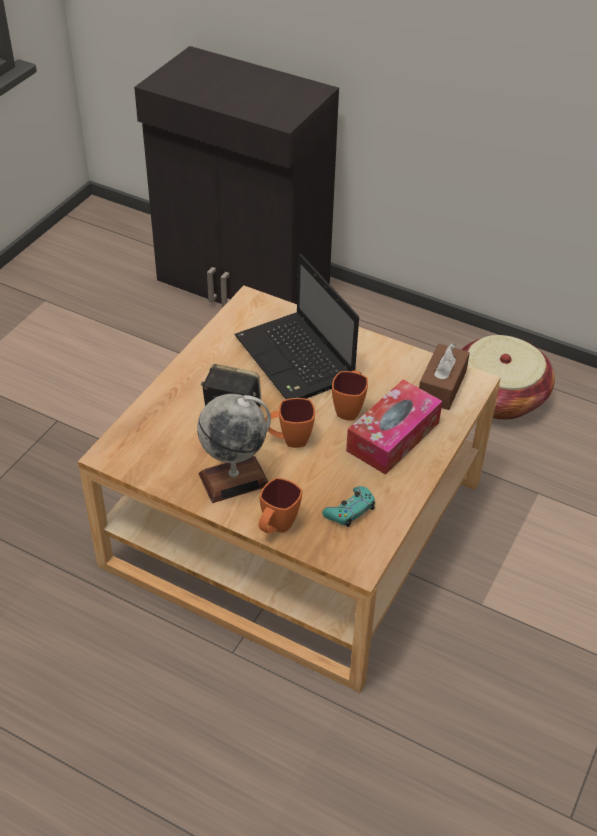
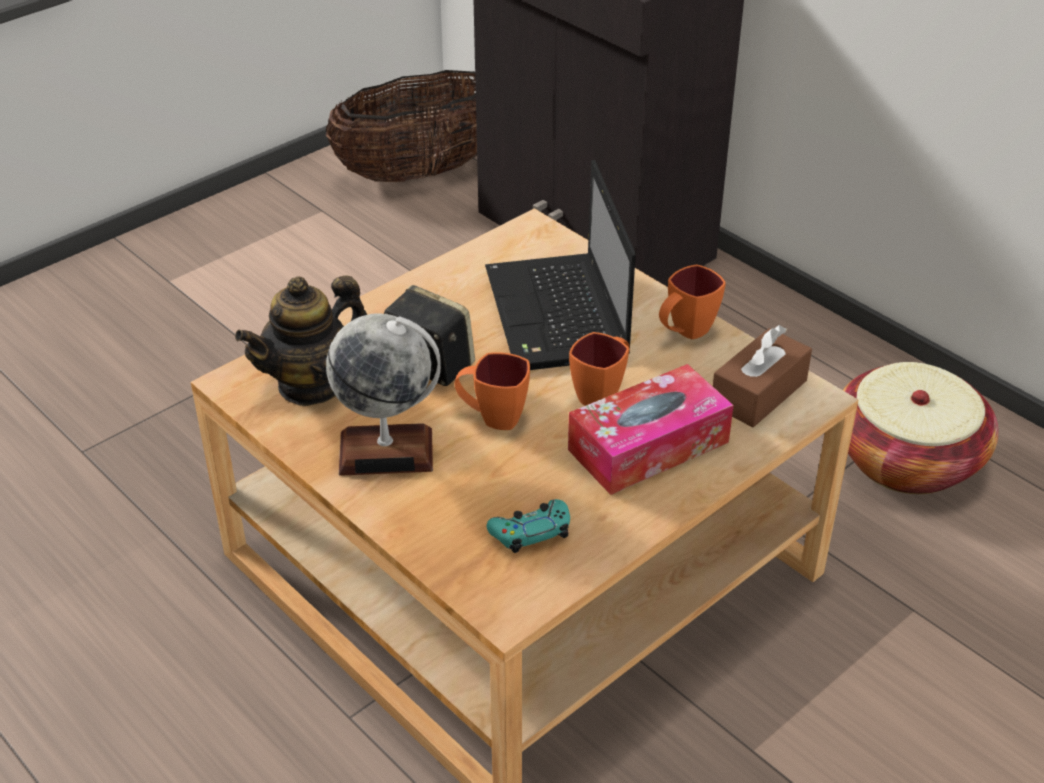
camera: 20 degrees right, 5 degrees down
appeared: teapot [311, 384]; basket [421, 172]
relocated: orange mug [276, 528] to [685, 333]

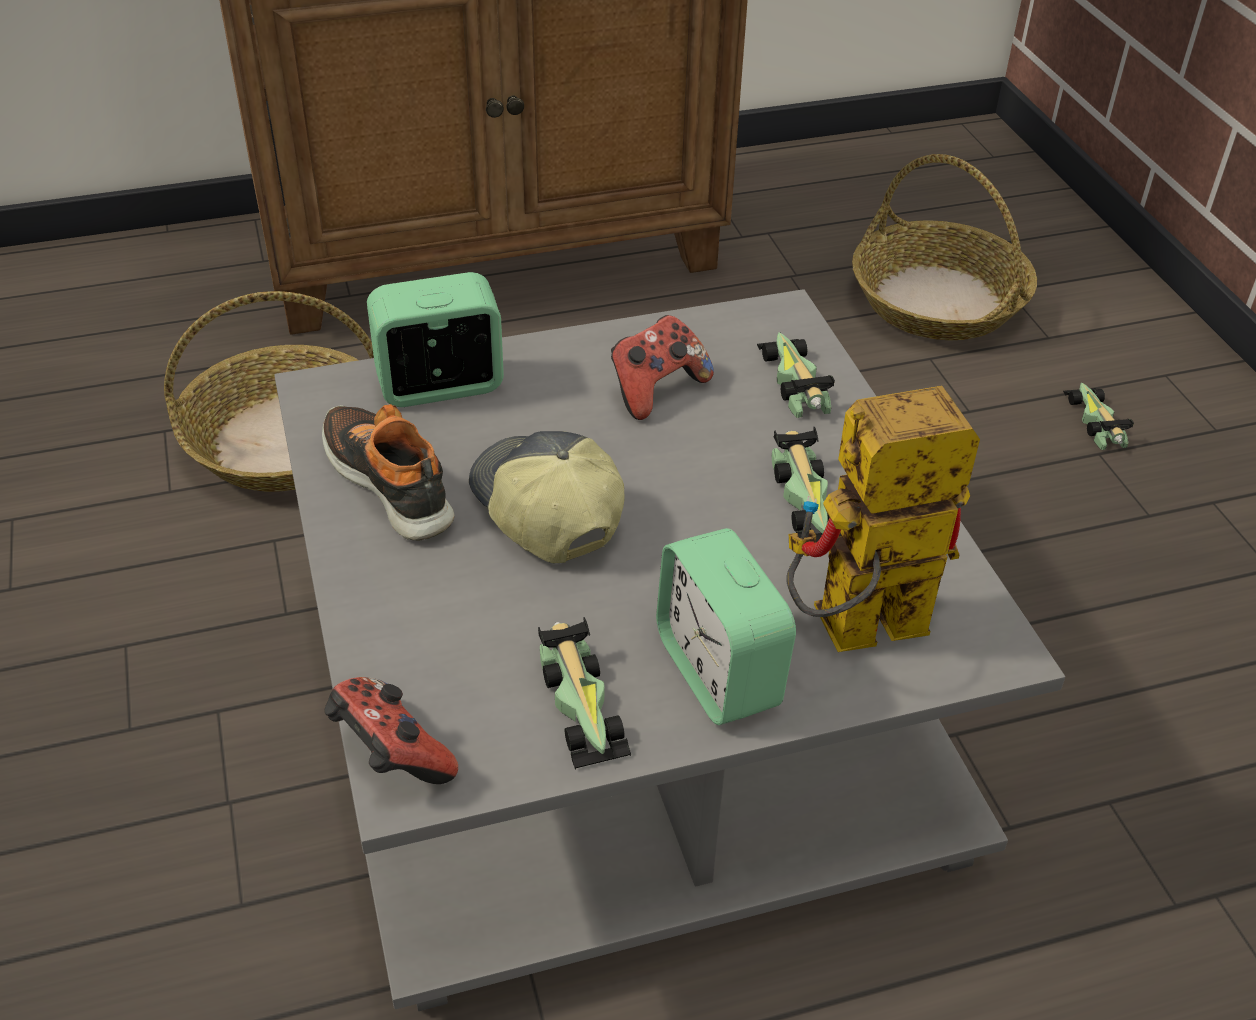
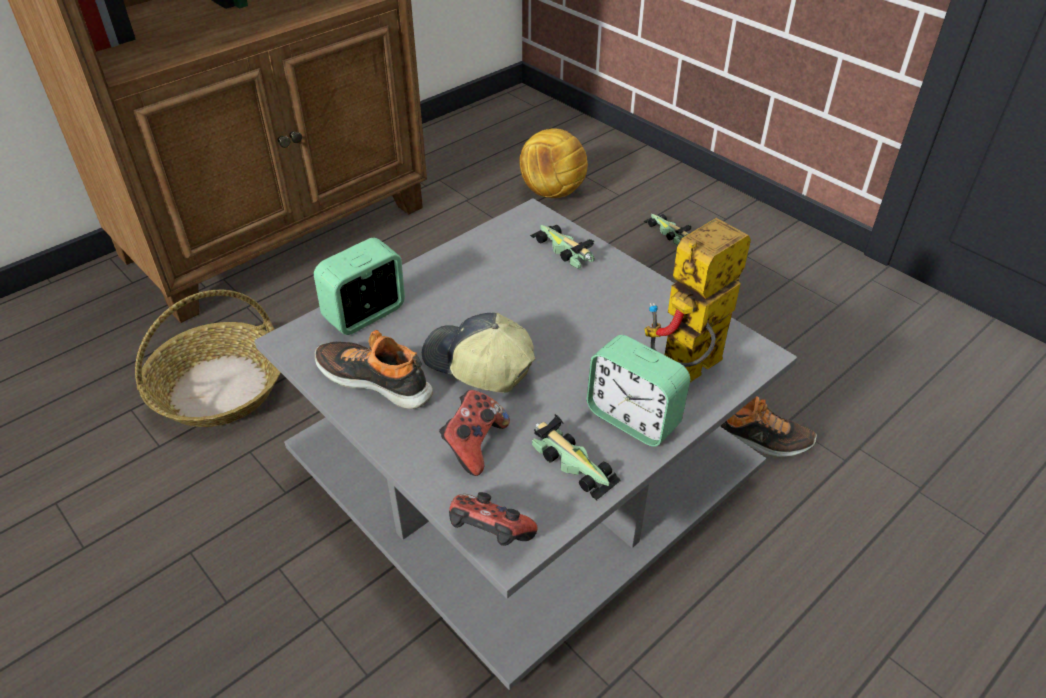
camera: 25 degrees left, 0 degrees up
missing: toy car [804, 495]
appeared: shoe [759, 439]
relocated: game controller [656, 389] to [474, 444]
exchanged: basket [936, 301] to football [551, 192]

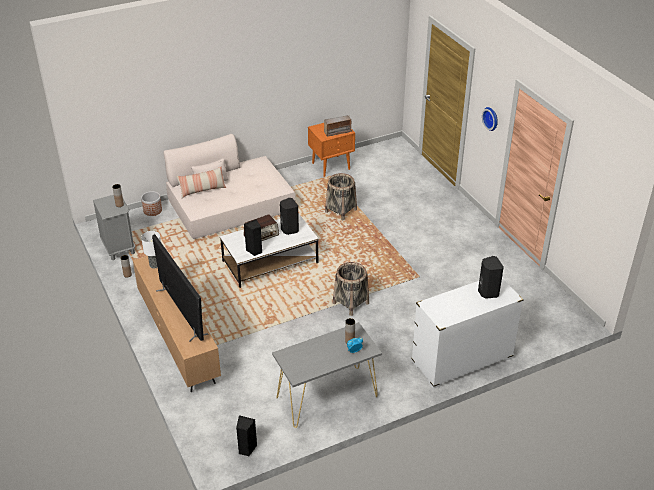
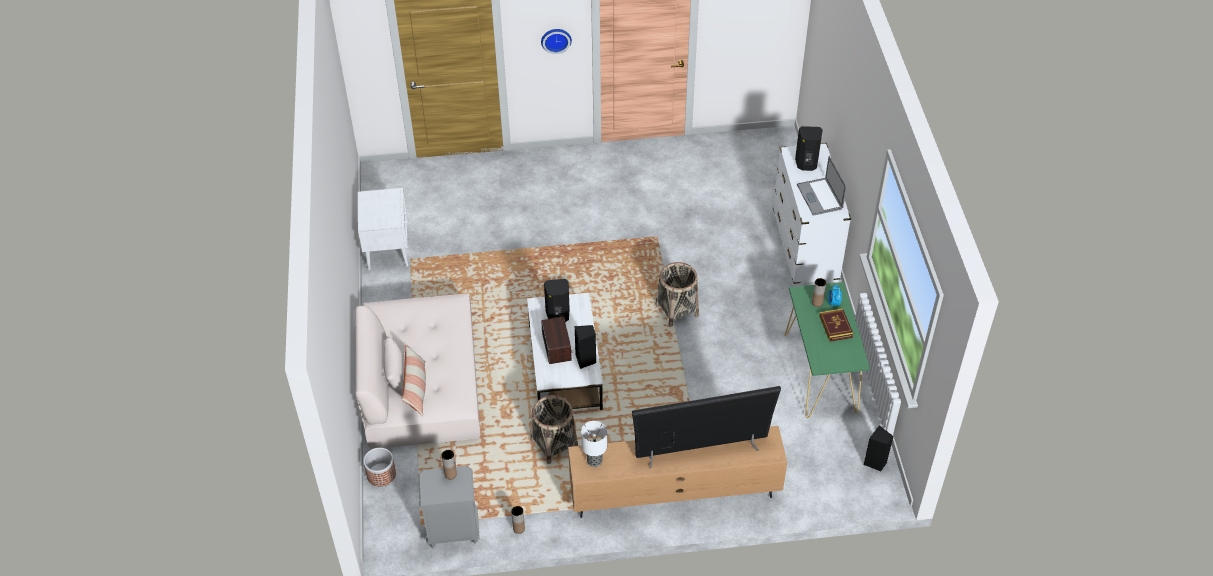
camera: 70 degrees left, 10 degrees up
missing: radio [337, 132]
appeared: laptop [819, 197]; book [835, 326]
relocated: basket [340, 211] to [554, 444]
colour: grey console table [326, 397] to green console table [820, 373]; orange nightstand [331, 166] to white nightstand [388, 251]

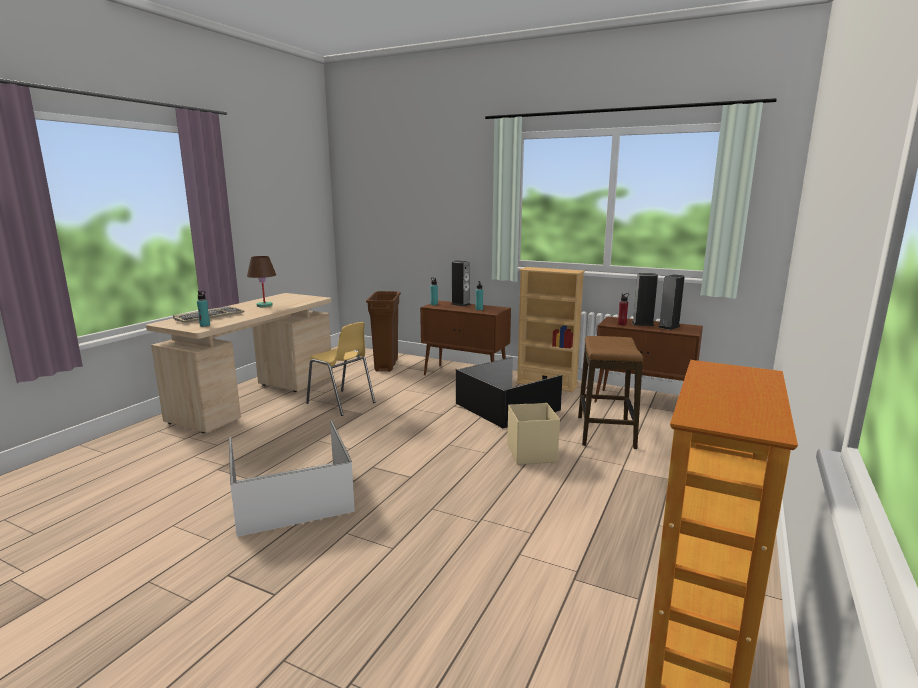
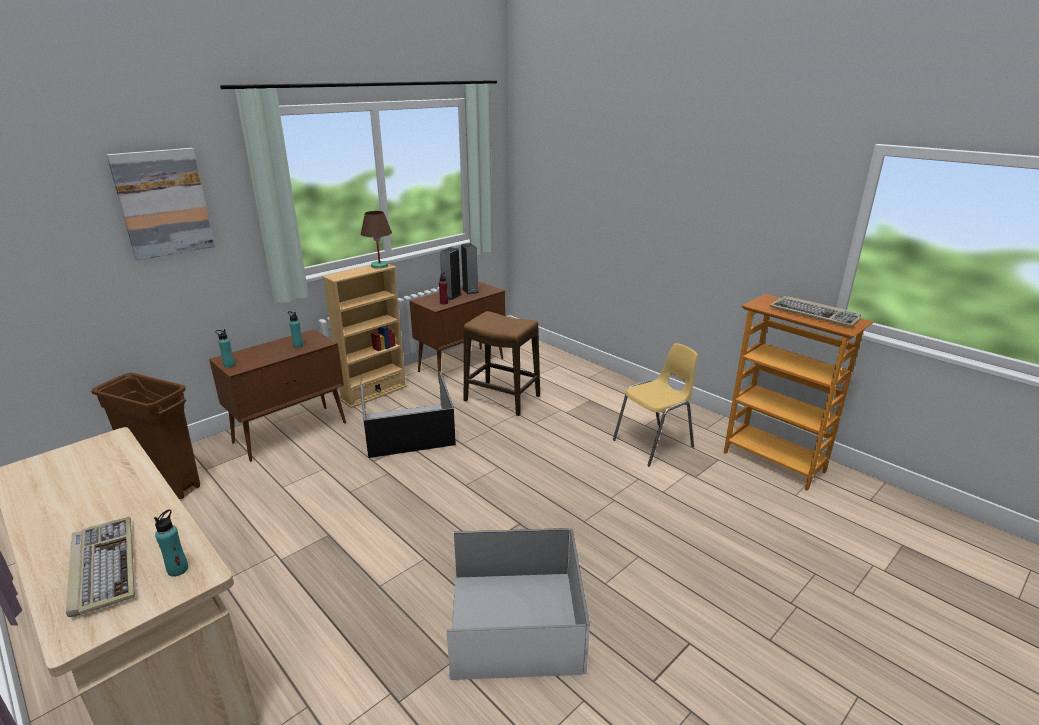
camera: 70 degrees left, 10 degrees up
missing: speaker [460, 304]; beige storage box [531, 453]
appeared: picture [163, 203]; keyboard [815, 314]
relocated: brown table lamp [264, 305] to [379, 266]; yellow chair [341, 403] to [654, 444]

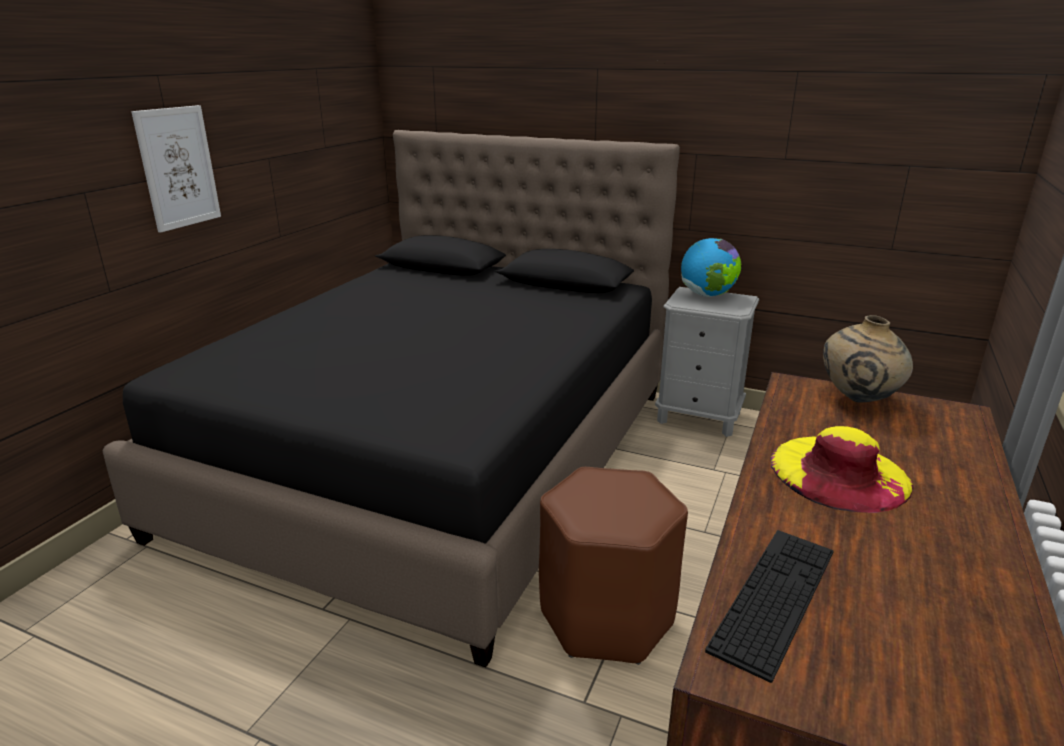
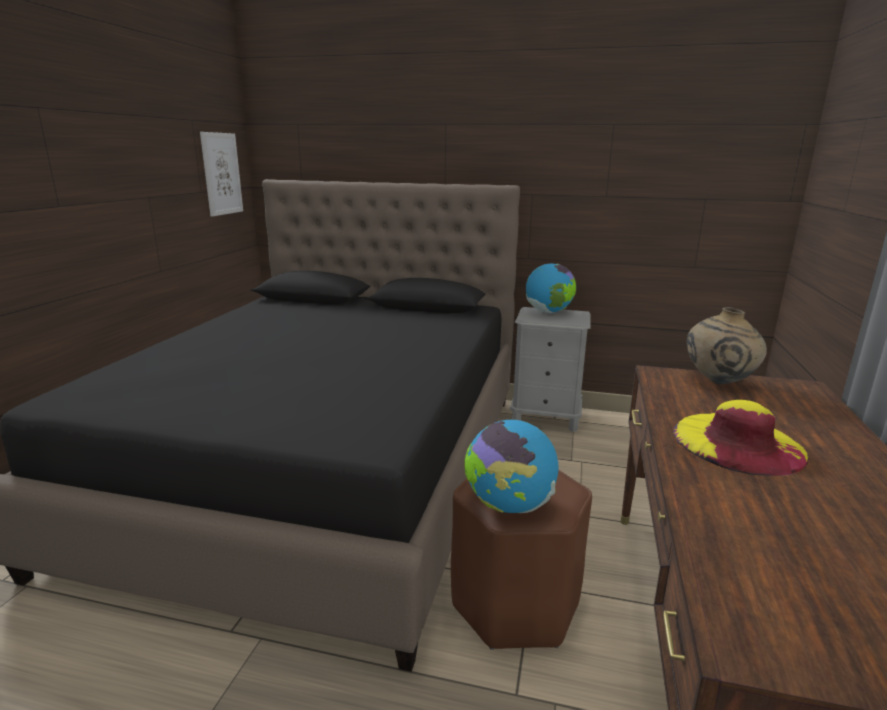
camera: 10 degrees left, 5 degrees down
missing: keyboard [774, 598]
appeared: globe [508, 505]
relocated: picture [178, 167] to [221, 174]

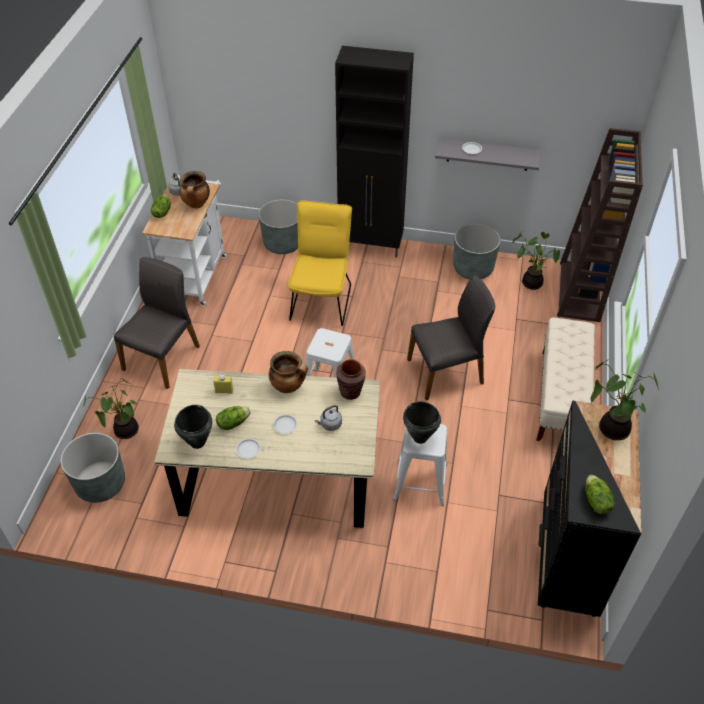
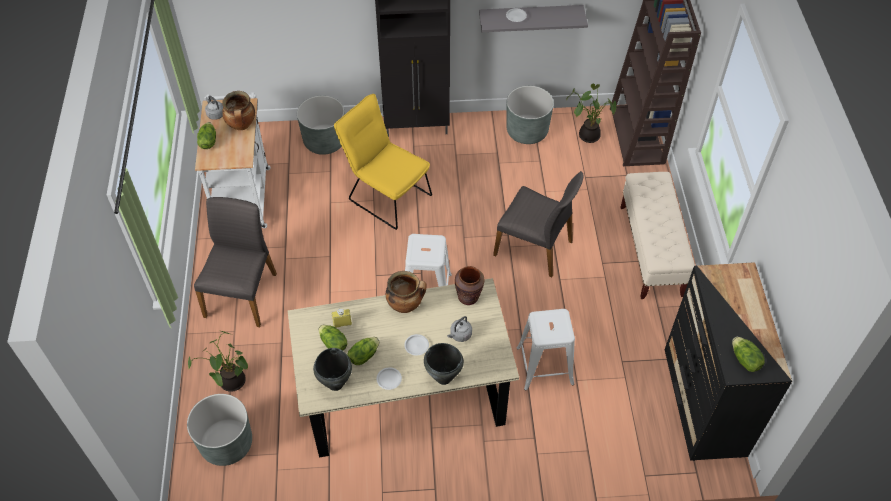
camera: 15 degrees left, 5 degrees up
missing: potted plant [611, 428]
appeared: lettuce [333, 344]
relocated: black cooking pot [420, 438] to [443, 378]
spun: yellow chair [322, 298] = [386, 195] 45 degrees counterclockwise; grey chair [446, 372] = [534, 247] 60 degrees clockwise

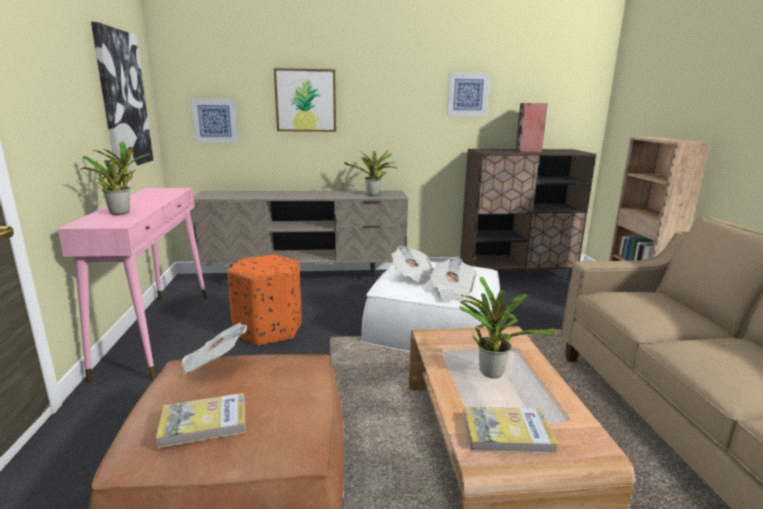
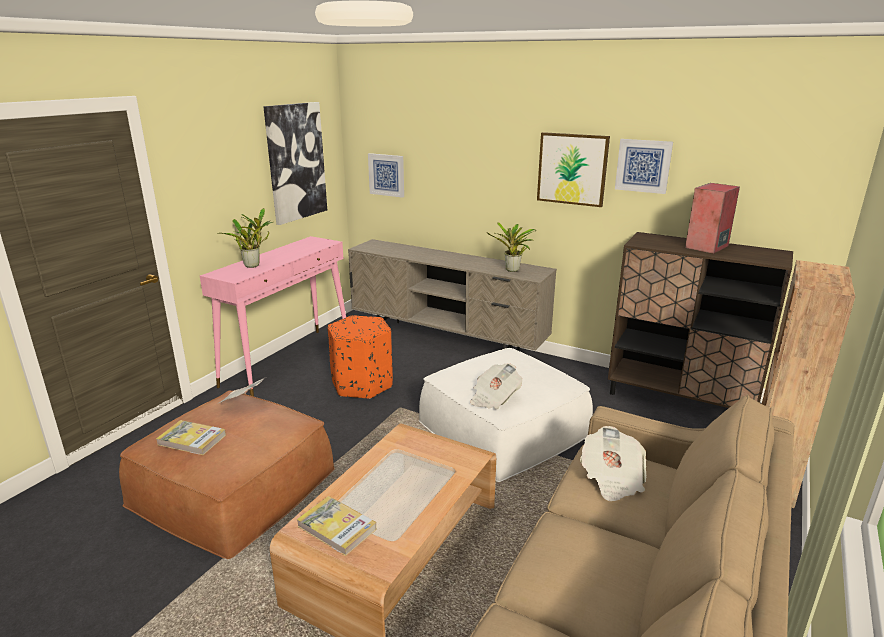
camera: 35 degrees right, 5 degrees up
missing: potted plant [490, 371]
relocated: picture [305, 100] to [572, 169]; newspaper [413, 276] to [611, 479]

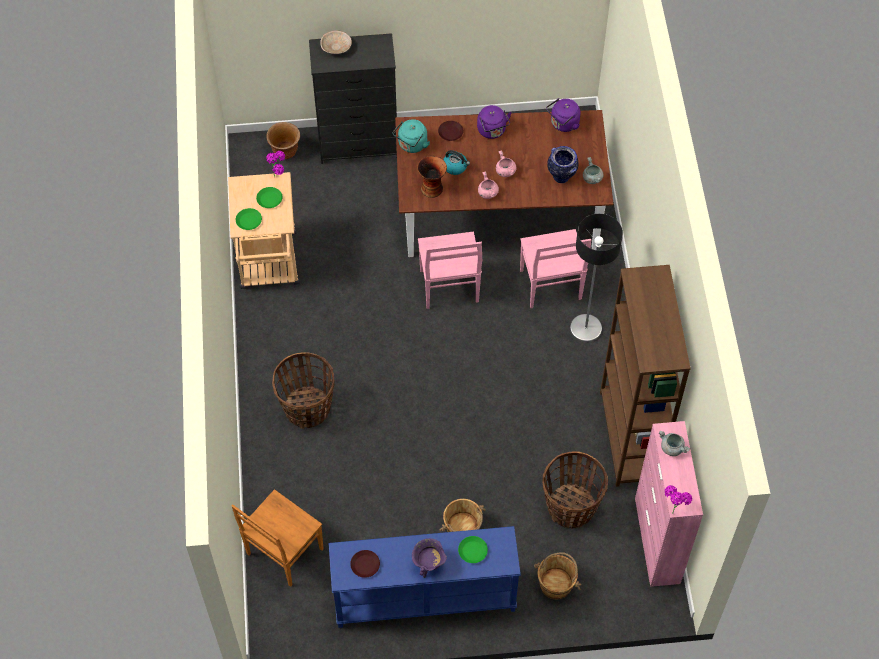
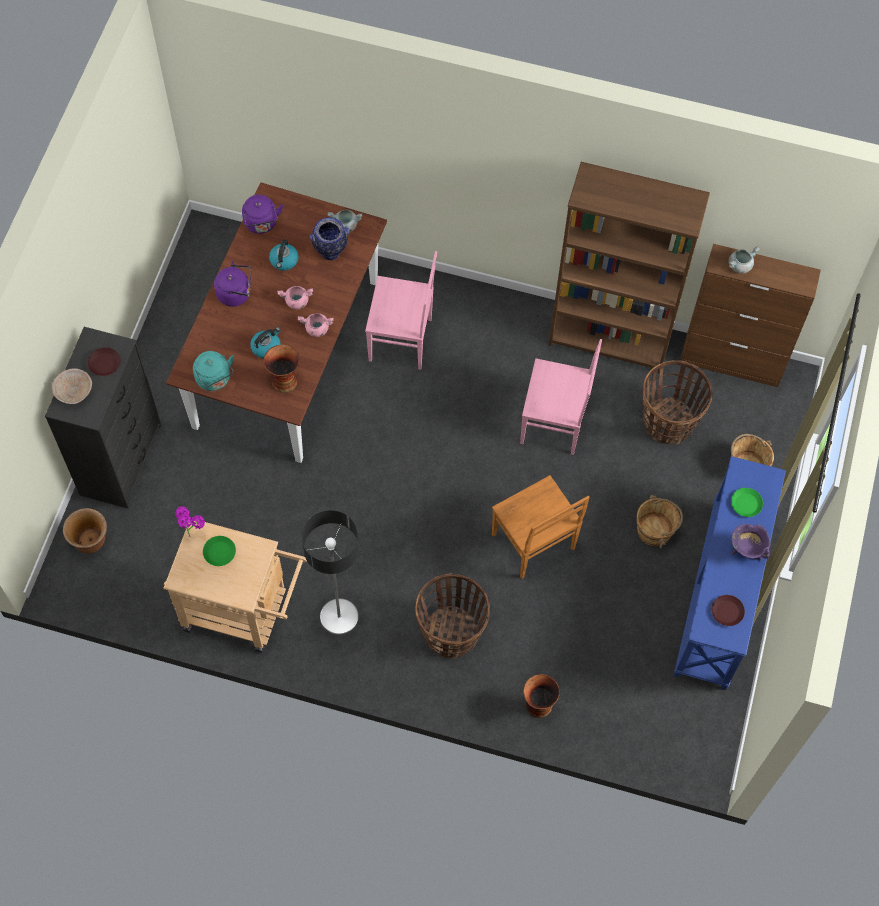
camera: 70 degrees left, 5 degrees up
missing: green plate [249, 221]; potted plant [673, 509]
appeared: kettle [284, 261]; vase [537, 705]
relocated: brown chair [283, 553] to [534, 543]; pink chair [449, 288] to [555, 423]; brown plate [451, 133] to [105, 363]; floor lamp [586, 328] to [339, 617]
colour: pink cabinet [657, 541] to brown cabinet [732, 362]

